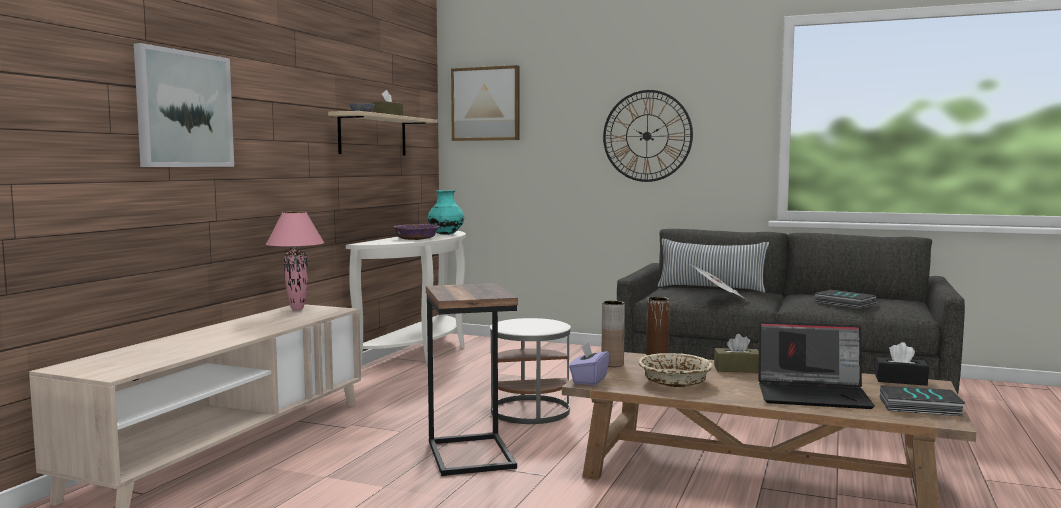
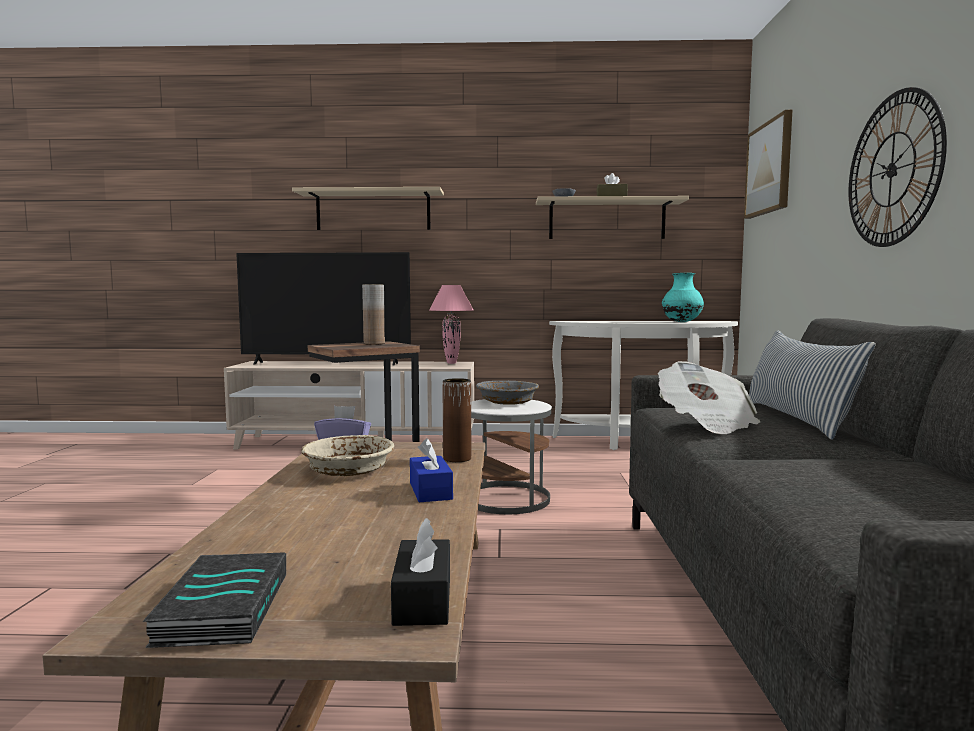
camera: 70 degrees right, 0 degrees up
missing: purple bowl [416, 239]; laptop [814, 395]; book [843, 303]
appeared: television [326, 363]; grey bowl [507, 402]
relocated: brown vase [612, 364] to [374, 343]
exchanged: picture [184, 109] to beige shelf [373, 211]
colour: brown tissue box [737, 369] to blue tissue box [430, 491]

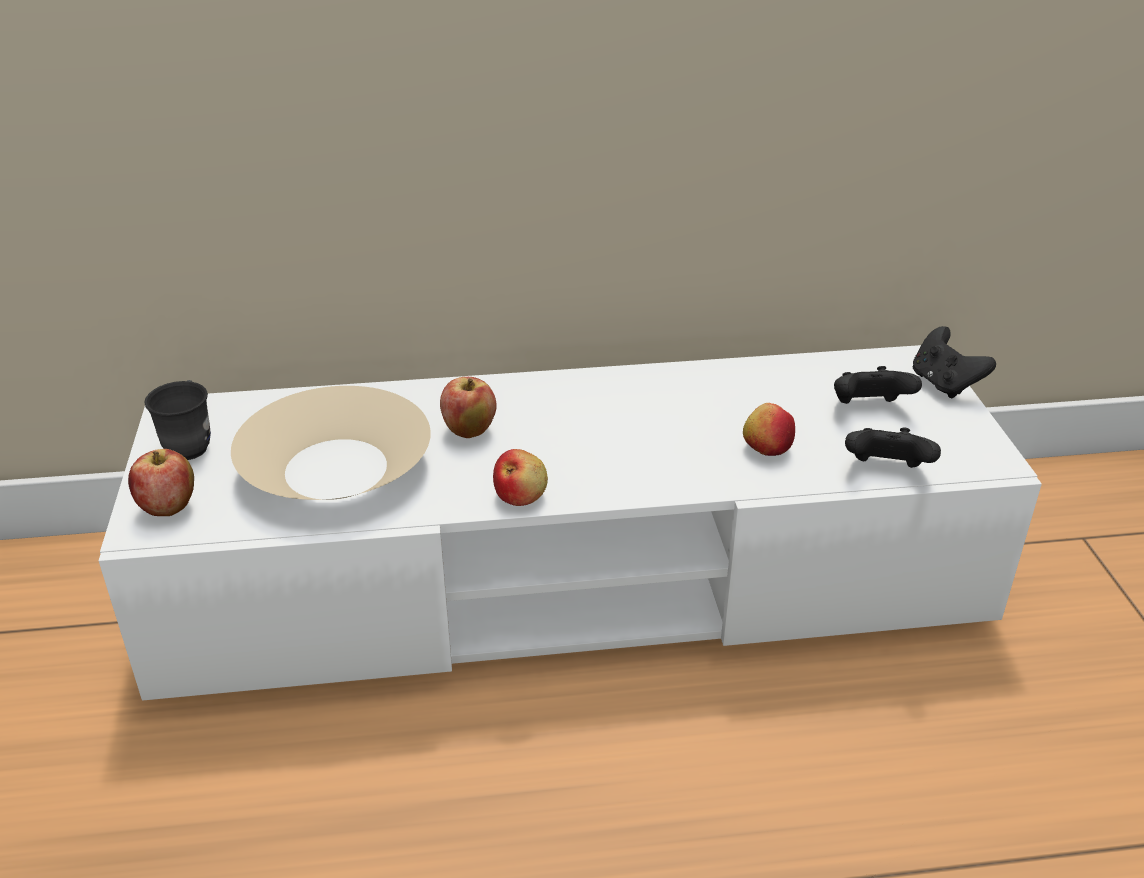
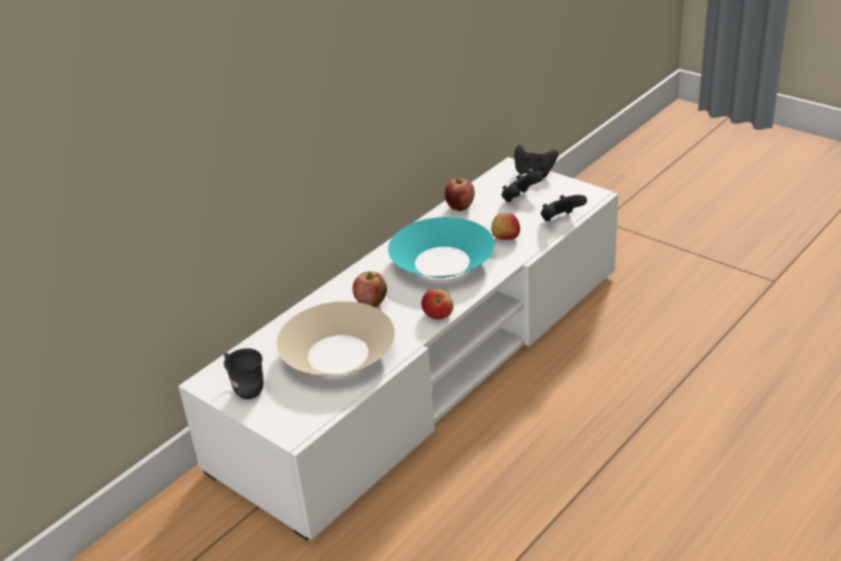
camera: 40 degrees left, 0 degrees up
appeared: turquoise bowl [441, 262]
relocated: apple [168, 508] to [460, 207]

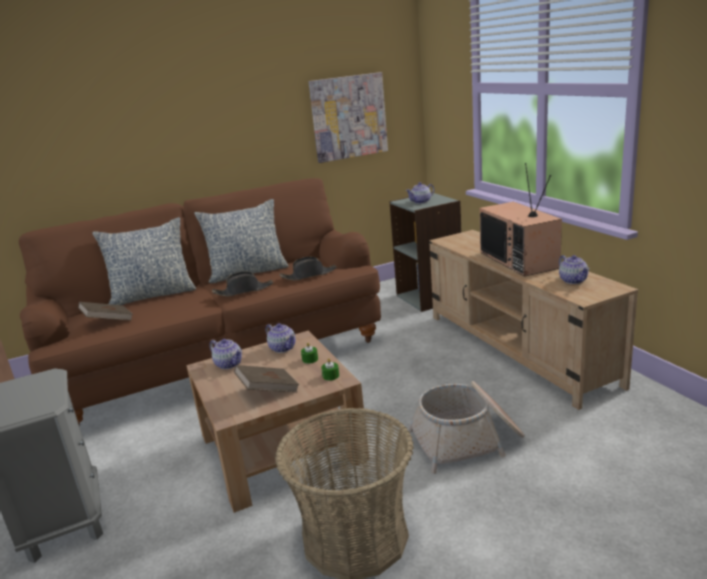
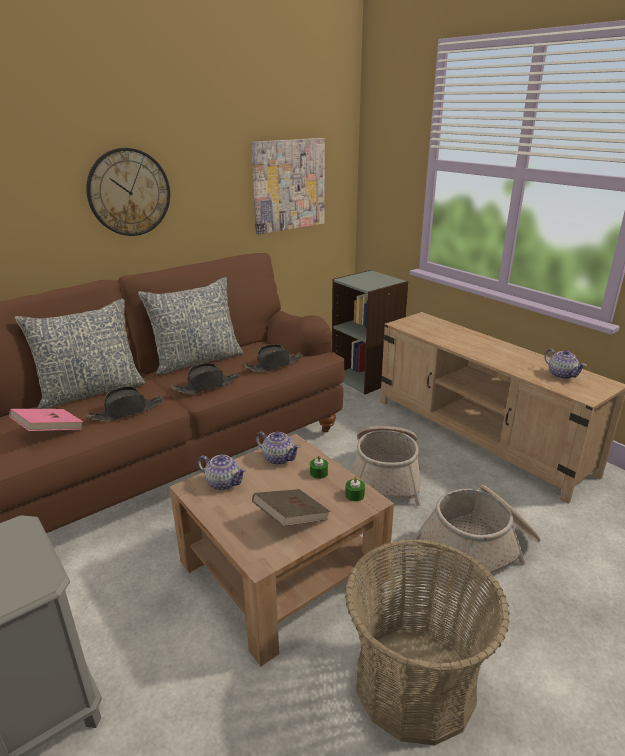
camera: 15 degrees left, 5 degrees up
missing: teapot [421, 201]; television [520, 260]
appeared: wall clock [129, 192]; black hat [127, 411]; basket [385, 475]
colour: brown book [108, 321] to pink book [49, 431]

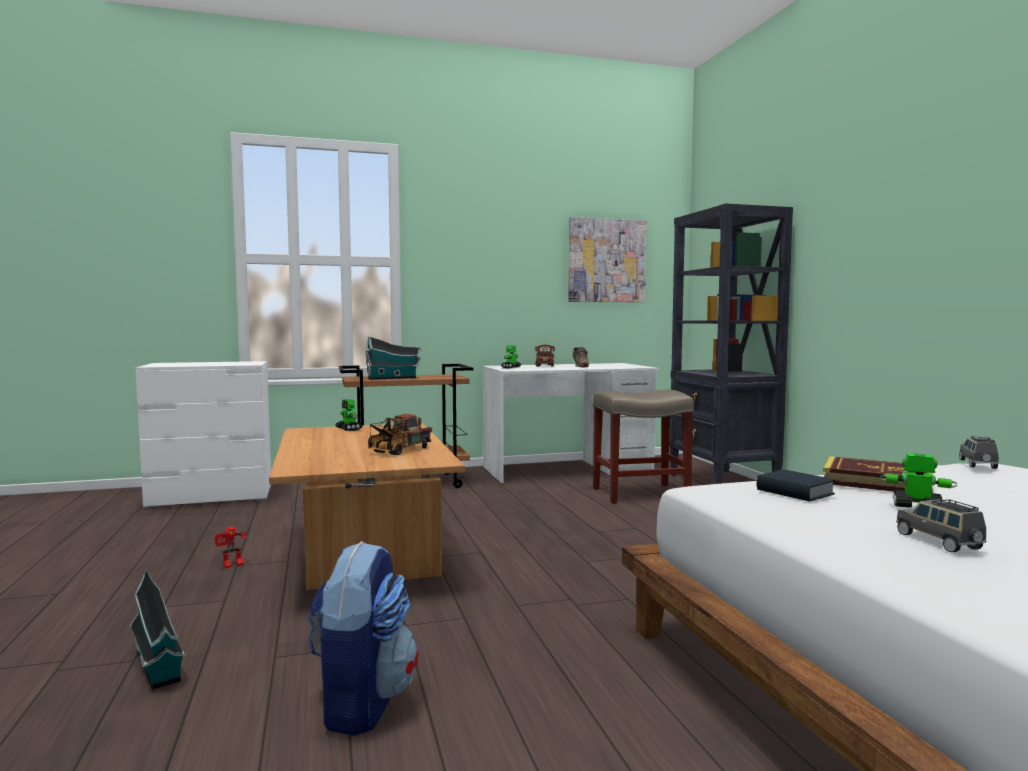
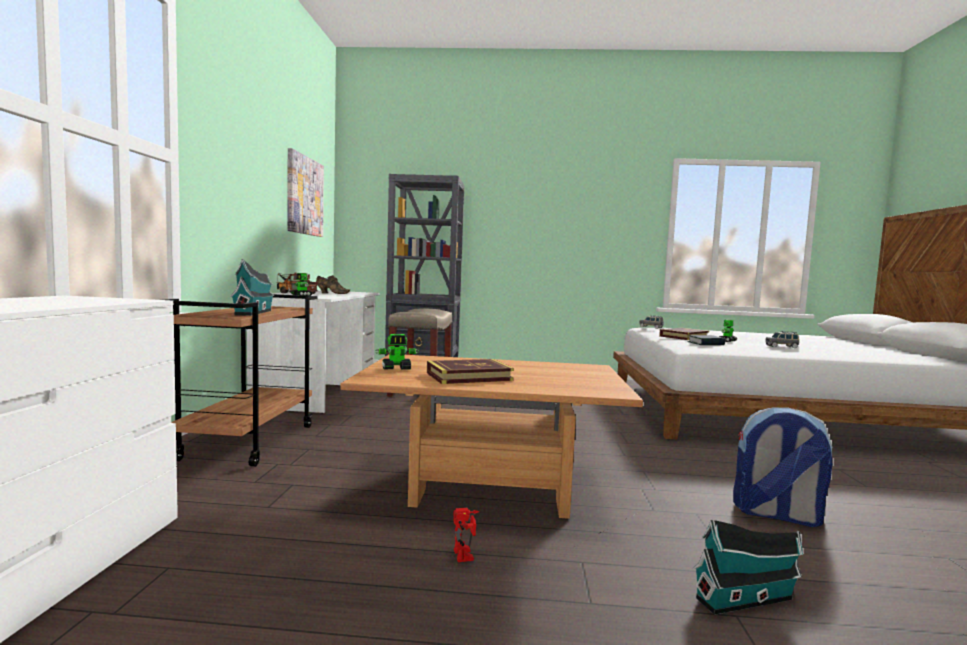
camera: 70 degrees left, 0 degrees up
missing: toy truck [397, 451]
appeared: book [469, 376]

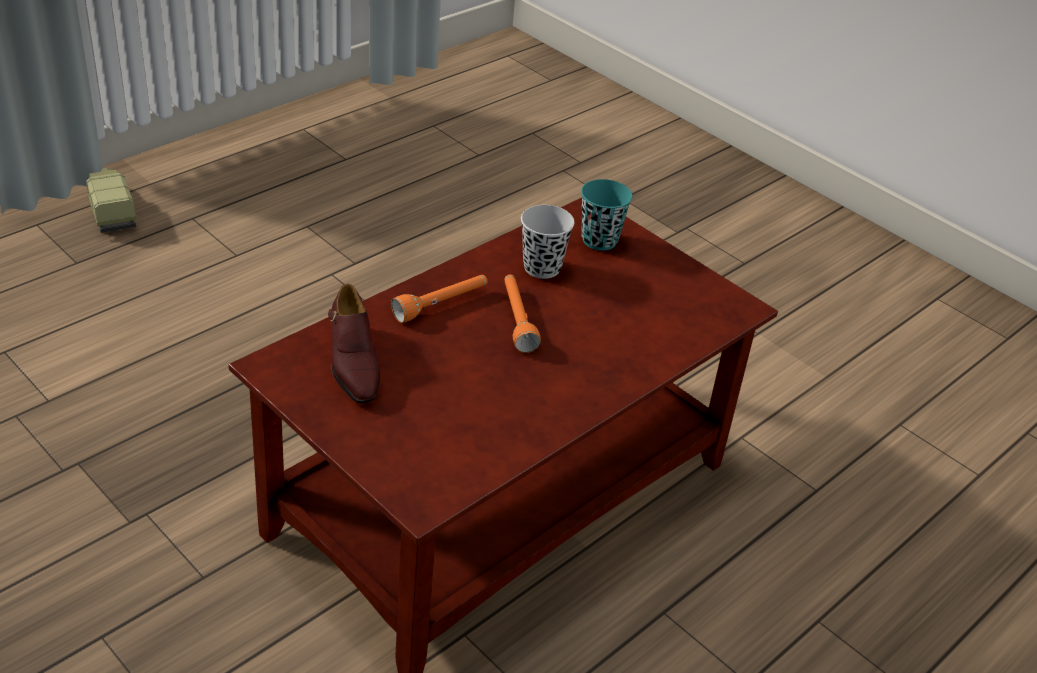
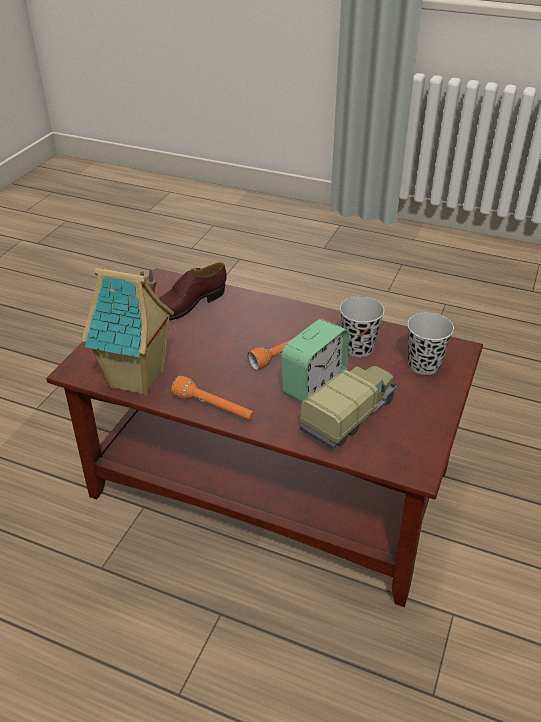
camera: 70 degrees right, 0 degrees up
appeared: toy house [138, 380]; alarm clock [314, 386]
relocated: toy truck [110, 210] to [350, 415]; orange flashlight [441, 305] to [214, 408]
colour: turquoise cup [599, 240] to black cup [423, 365]

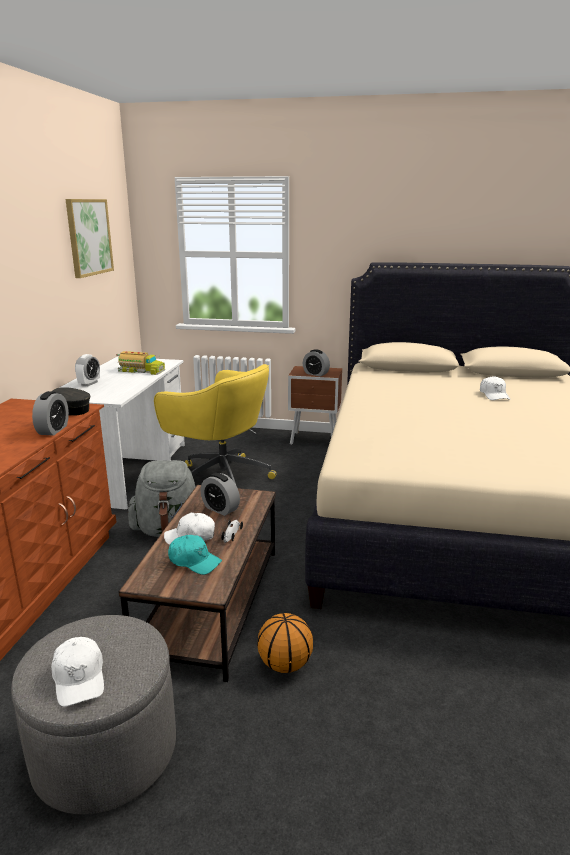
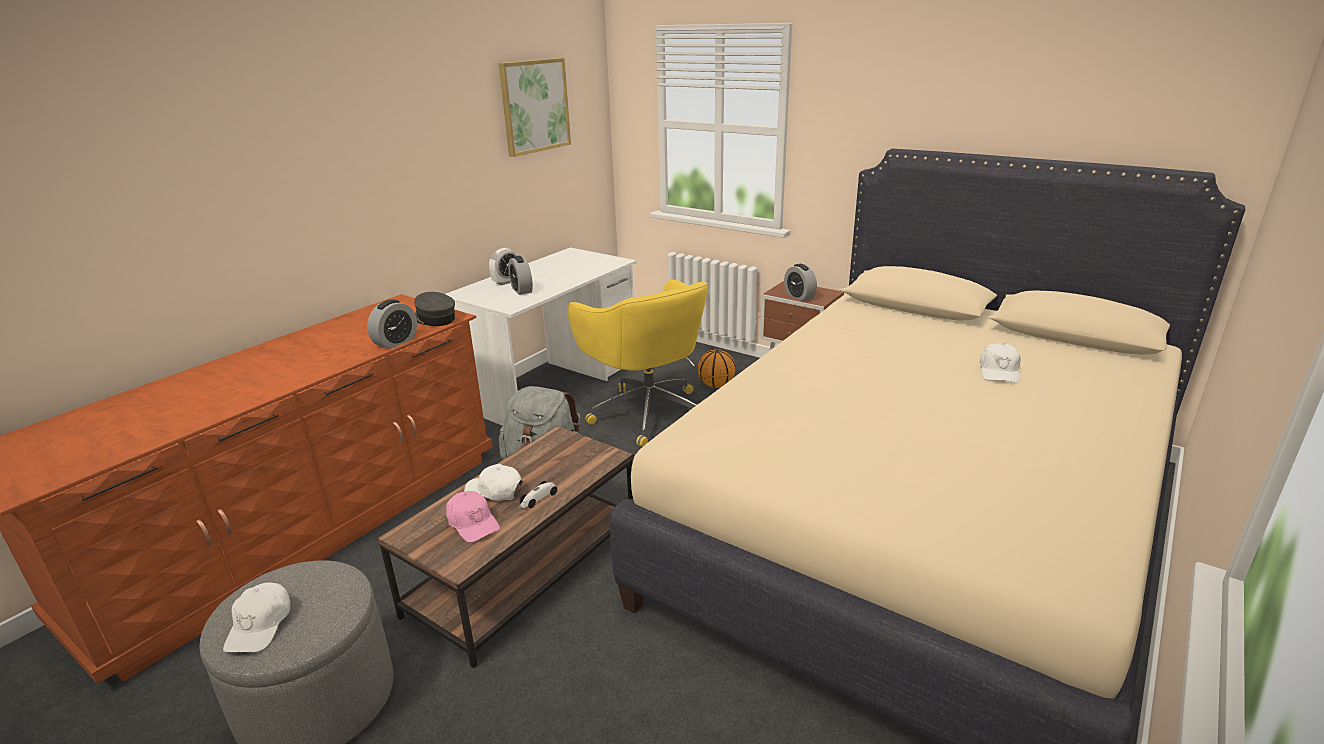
camera: 25 degrees right, 5 degrees up
missing: toy truck [140, 371]
relocated: alarm clock [220, 509] to [521, 290]; basketball [284, 665] to [715, 385]
colour: turquoise cap [194, 561] to pink cap [473, 523]

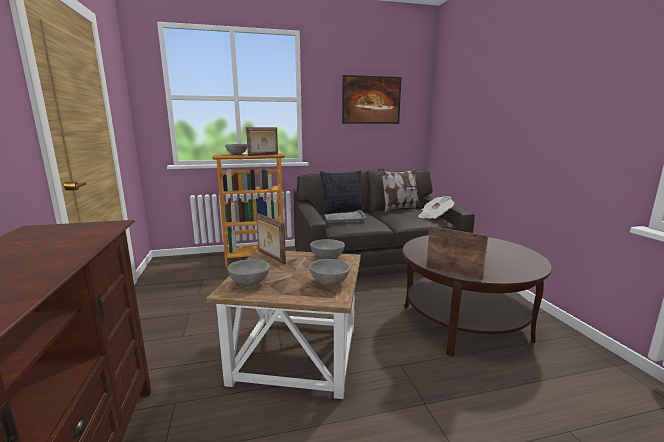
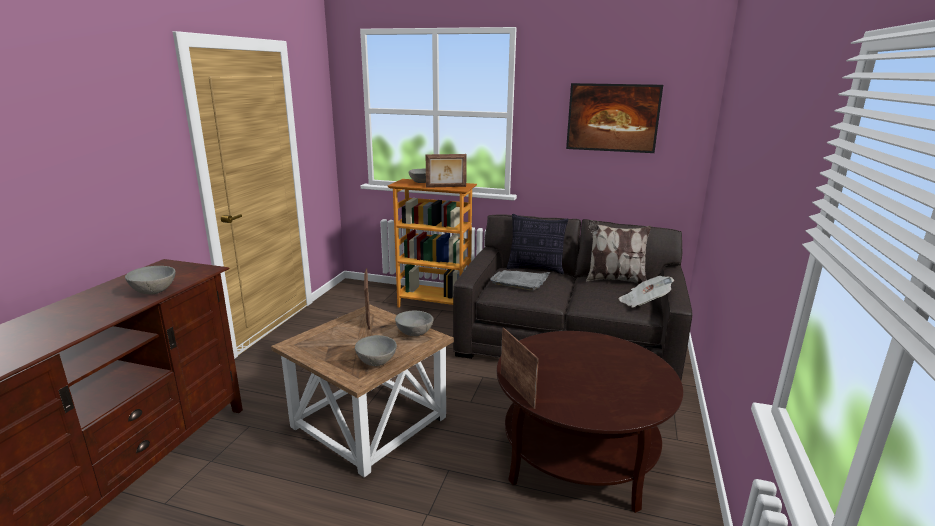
camera: 30 degrees right, 5 degrees up
relocated: grey bowl [250, 283] to [155, 291]

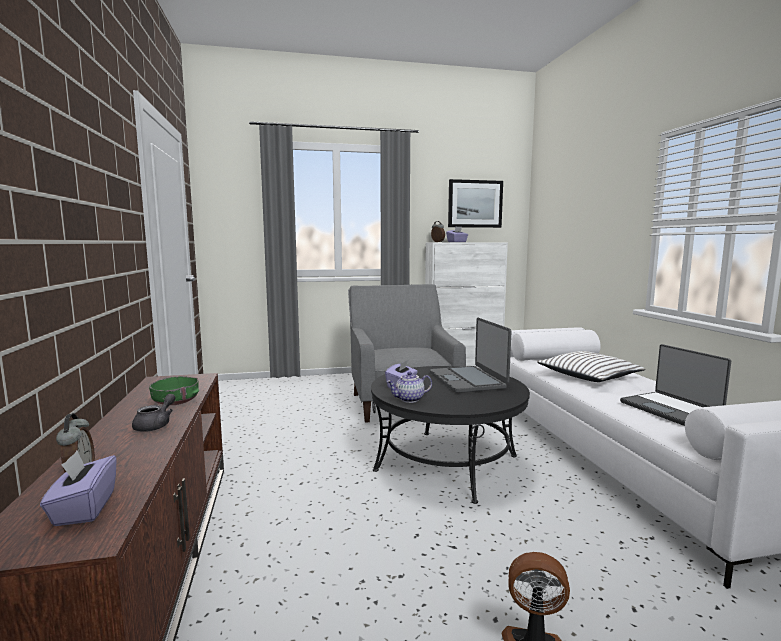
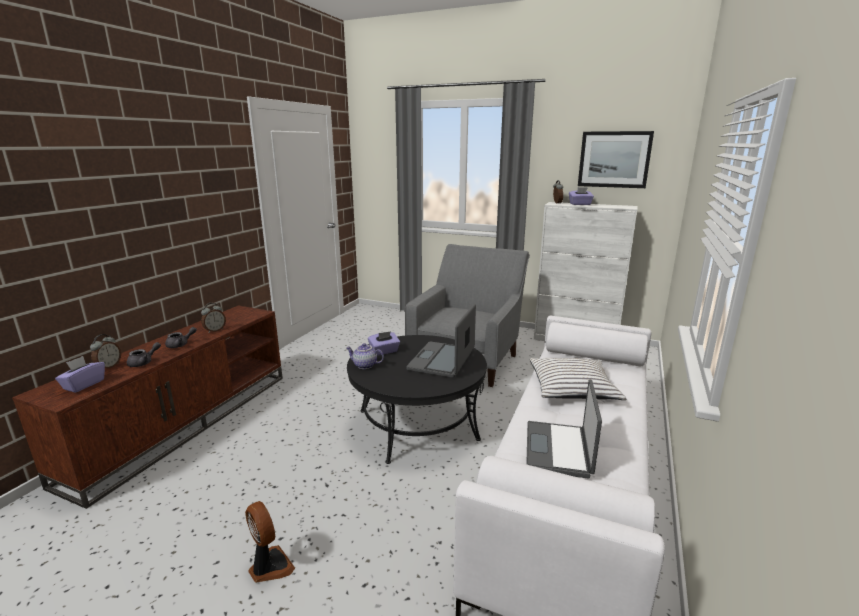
camera: 35 degrees right, 10 degrees up
appeared: grey teapot [144, 362]
exchanged: green bowl [175, 402] to alarm clock [215, 330]

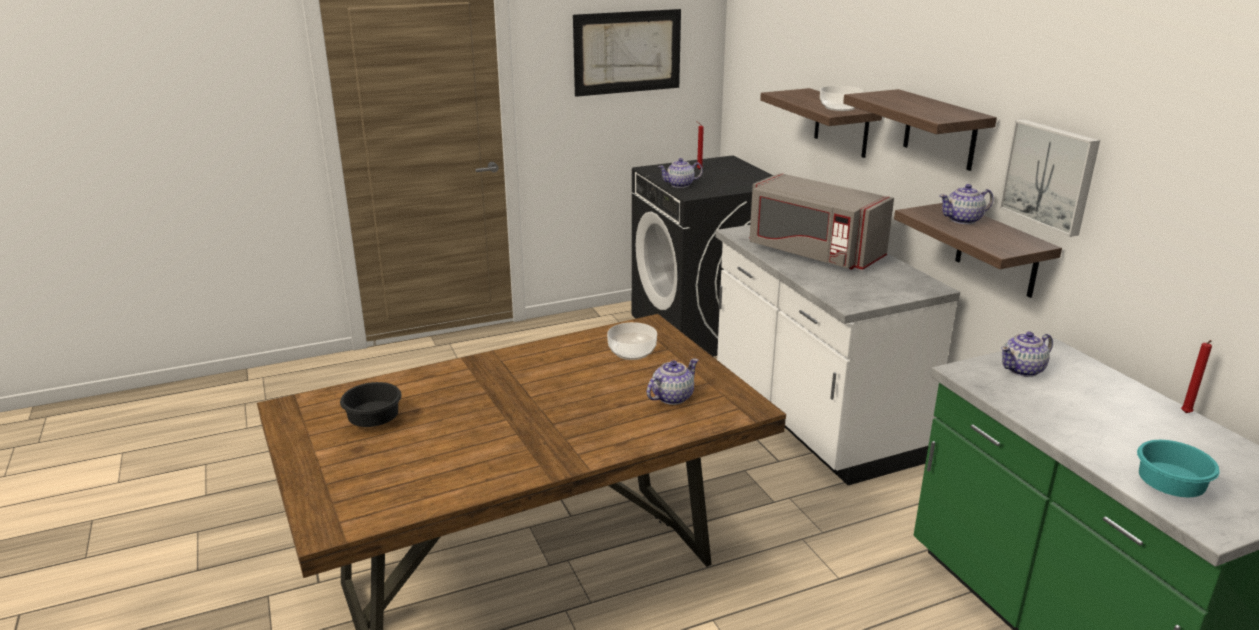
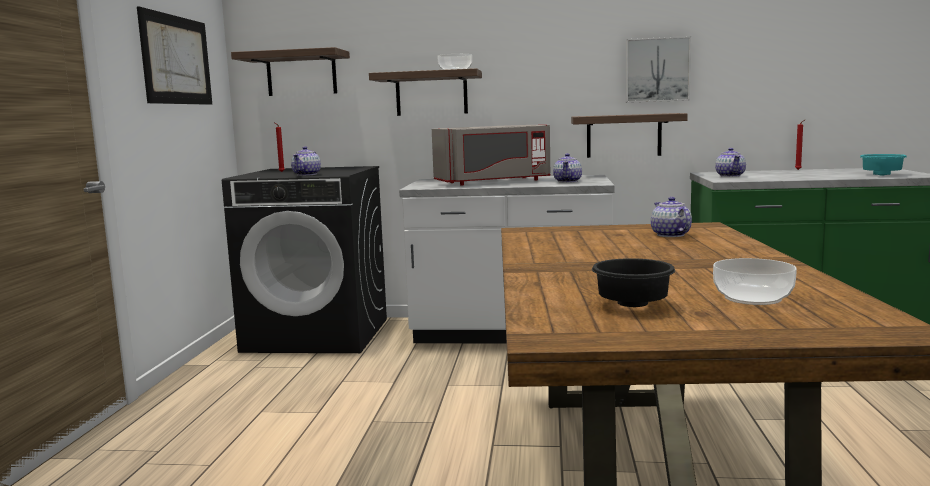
camera: 60 degrees left, 15 degrees down
relocated: bowl [632, 351] to [752, 297]; shelf [940, 130] to [301, 74]; teapot [963, 220] to [568, 181]

